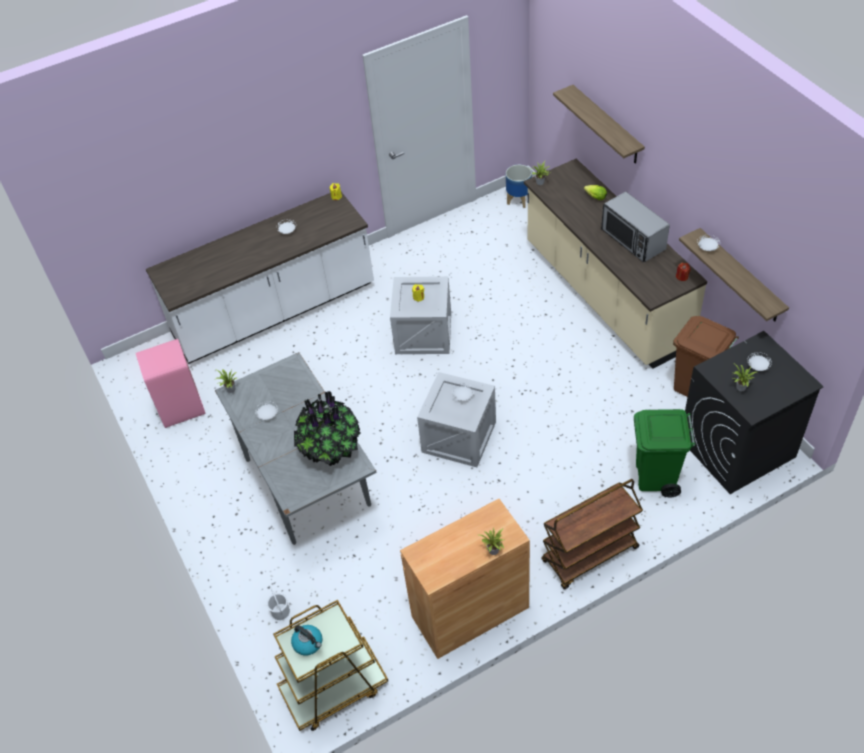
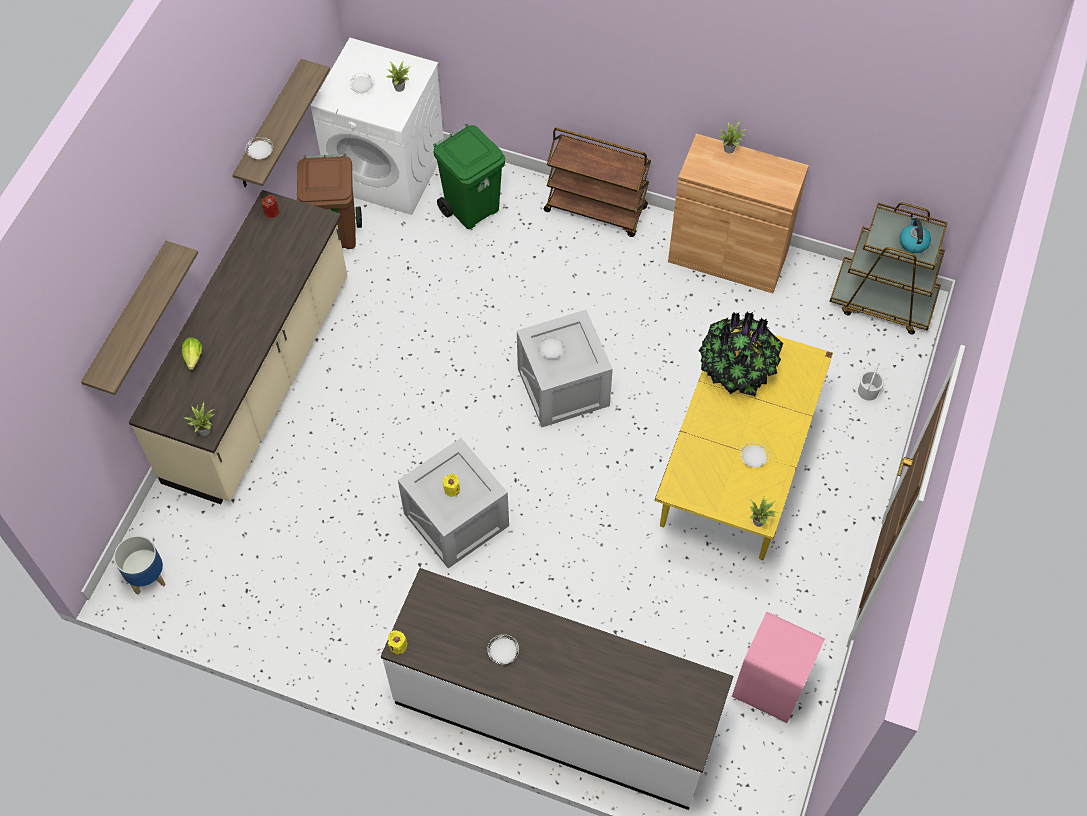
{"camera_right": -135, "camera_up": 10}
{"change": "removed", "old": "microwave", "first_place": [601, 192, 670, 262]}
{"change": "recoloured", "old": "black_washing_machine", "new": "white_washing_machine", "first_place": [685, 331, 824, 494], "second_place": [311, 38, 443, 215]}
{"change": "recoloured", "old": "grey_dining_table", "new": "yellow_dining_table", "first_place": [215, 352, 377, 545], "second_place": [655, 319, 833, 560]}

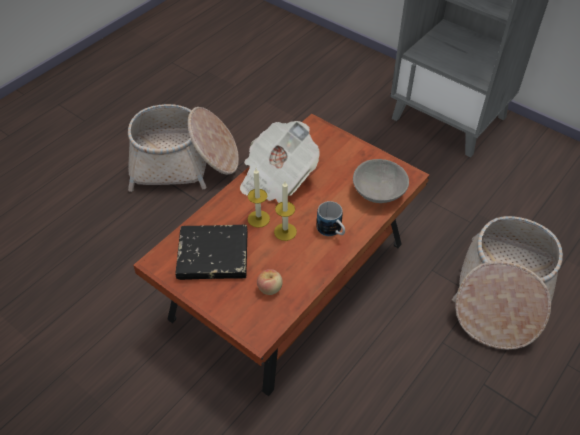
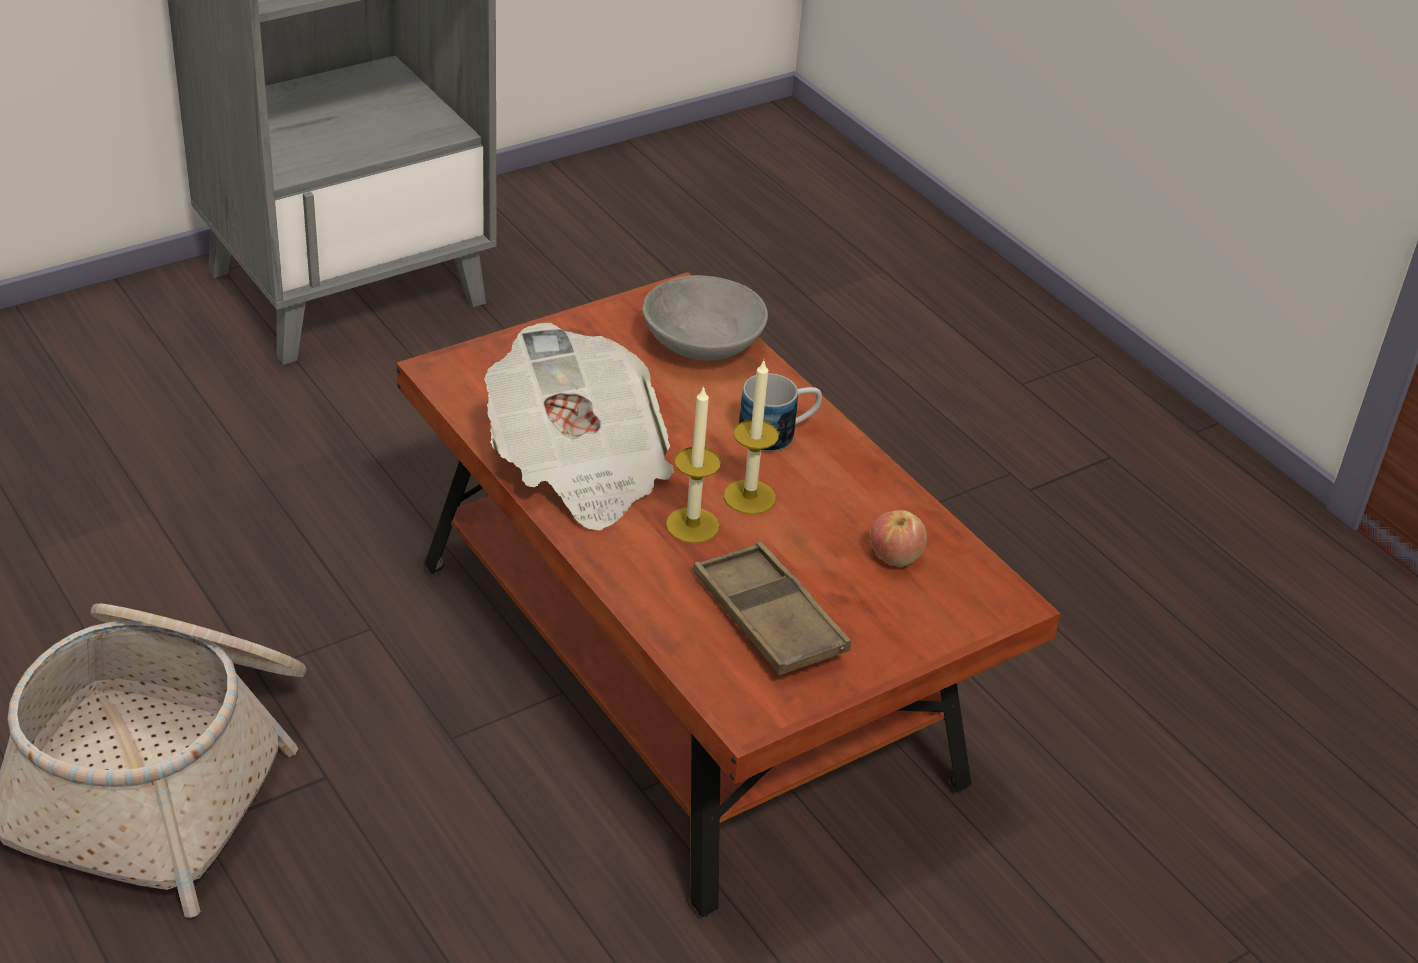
{"camera_right": -75, "camera_up": -10}
{"change": "removed", "old": "basket", "first_place": [452, 216, 563, 350]}
{"change": "replaced", "old": "black_book", "new": "brown_tray", "first_place": [175, 225, 248, 280], "second_place": [694, 542, 851, 675]}

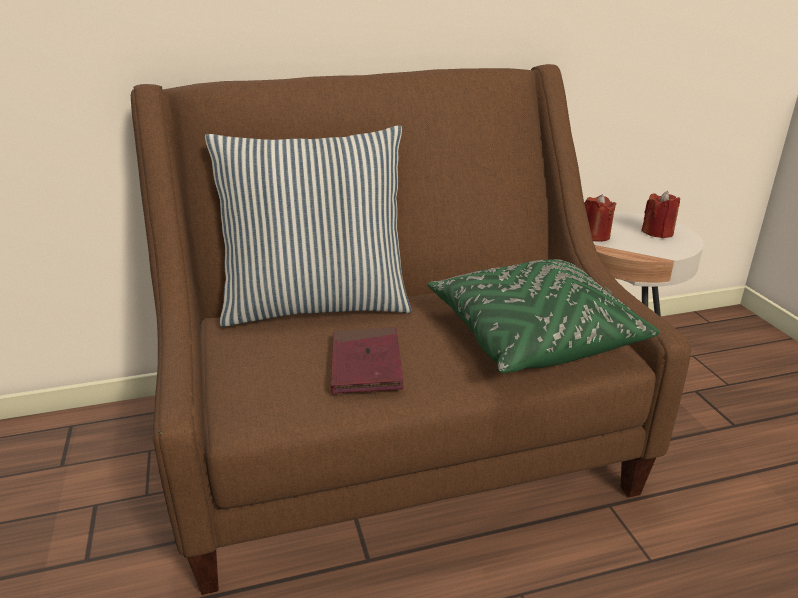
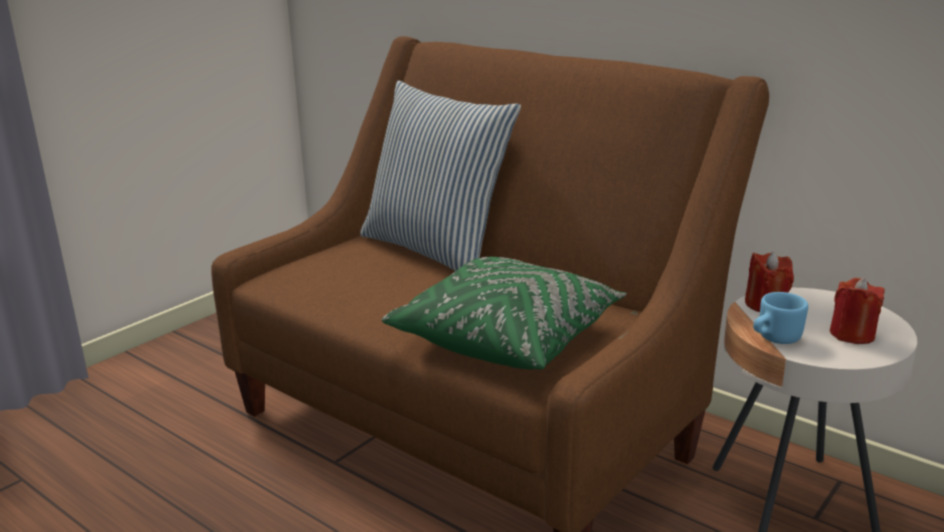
{"camera_right": 55, "camera_up": -5}
{"change": "removed", "old": "red_book", "first_place": [331, 327, 404, 394]}
{"change": "added", "new": "blue_mug", "second_place": [753, 292, 808, 344]}

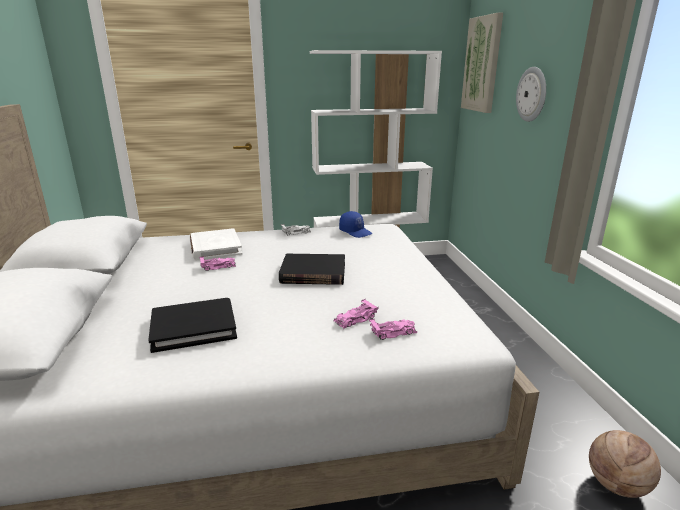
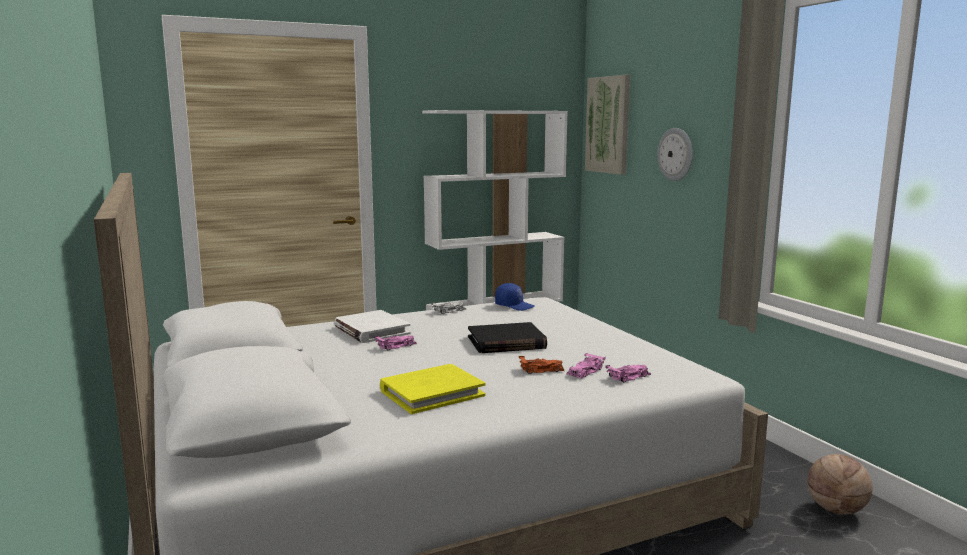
{"camera_right": -15, "camera_up": -10}
{"change": "recoloured", "old": "black_book", "new": "yellow_book", "first_place": [148, 298, 237, 353], "second_place": [380, 364, 485, 414]}
{"change": "added", "new": "orange_toy_car", "second_place": [519, 356, 564, 374]}

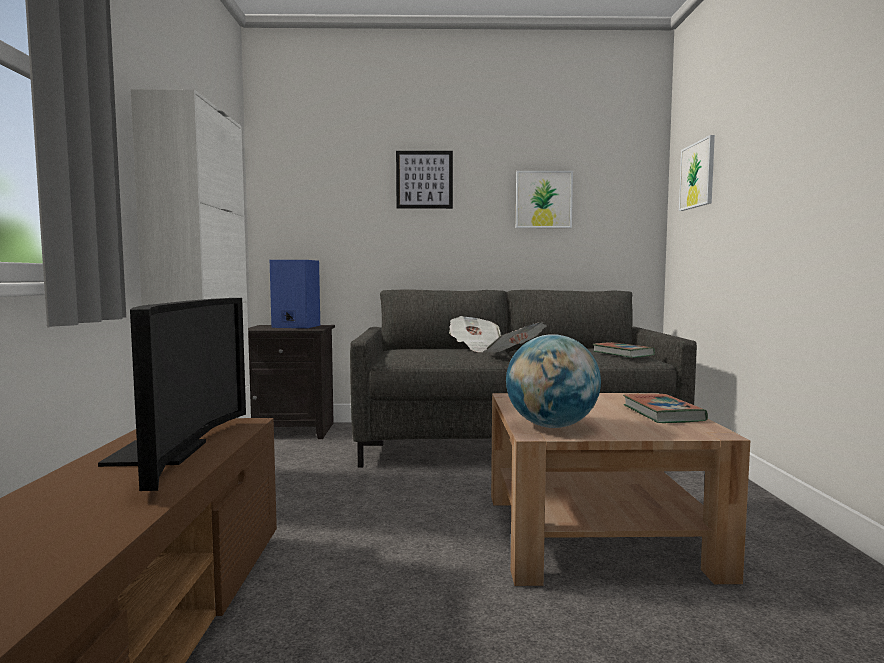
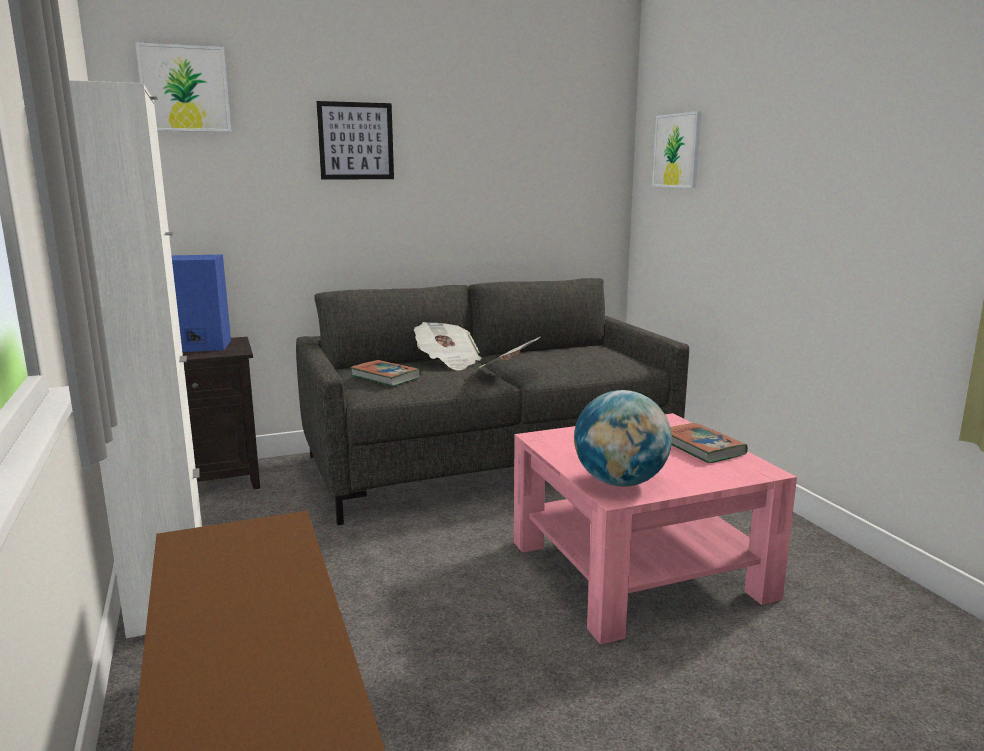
{"camera_right": -20, "camera_up": 10}
{"change": "moved", "old": "picture", "first_place": [516, 171, 573, 228], "second_place": [135, 42, 231, 132]}
{"change": "removed", "old": "television", "first_place": [98, 298, 246, 491]}
{"change": "moved", "old": "book", "first_place": [593, 342, 655, 358], "second_place": [350, 360, 421, 386]}
{"change": "recoloured", "old": "brown_coffee_table", "new": "pink_coffee_table", "first_place": [491, 393, 750, 586], "second_place": [514, 413, 797, 645]}

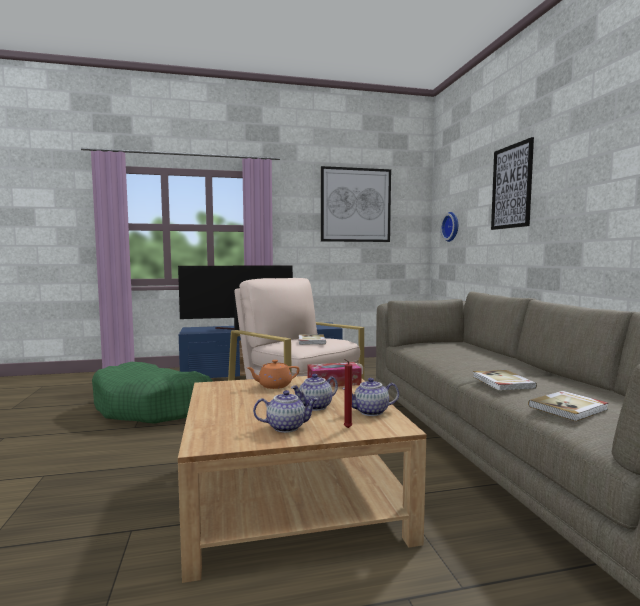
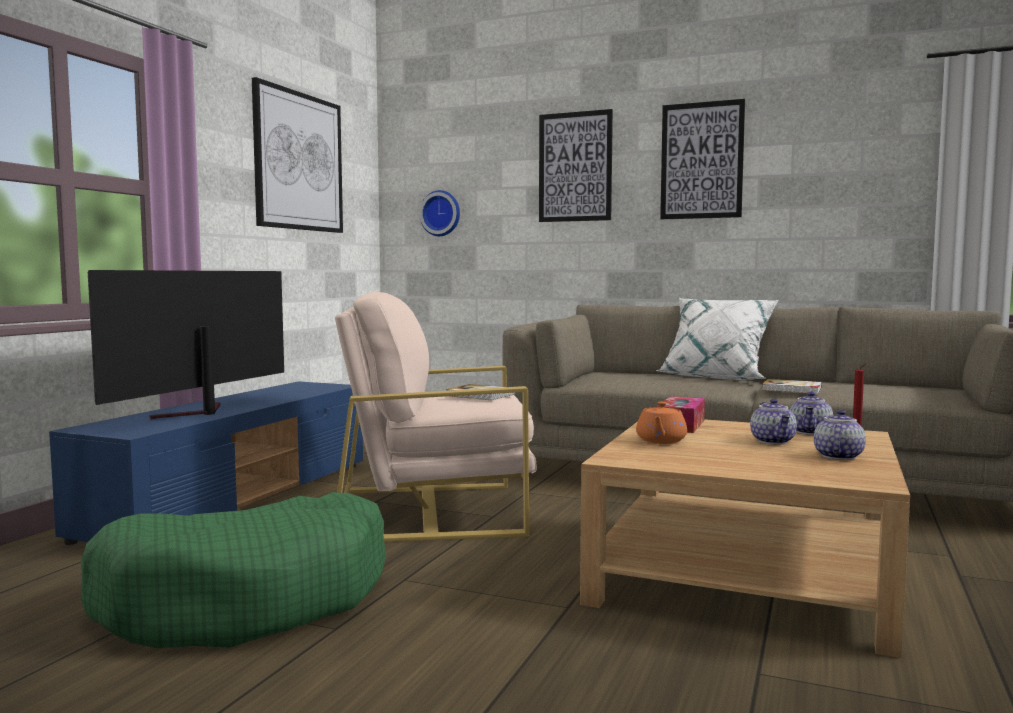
{"camera_right": -55, "camera_up": 0}
{"change": "removed", "old": "book", "first_place": [528, 391, 608, 421]}
{"change": "added", "new": "picture", "second_place": [660, 99, 745, 219]}
{"change": "added", "new": "white_pillow", "second_place": [656, 298, 779, 380]}

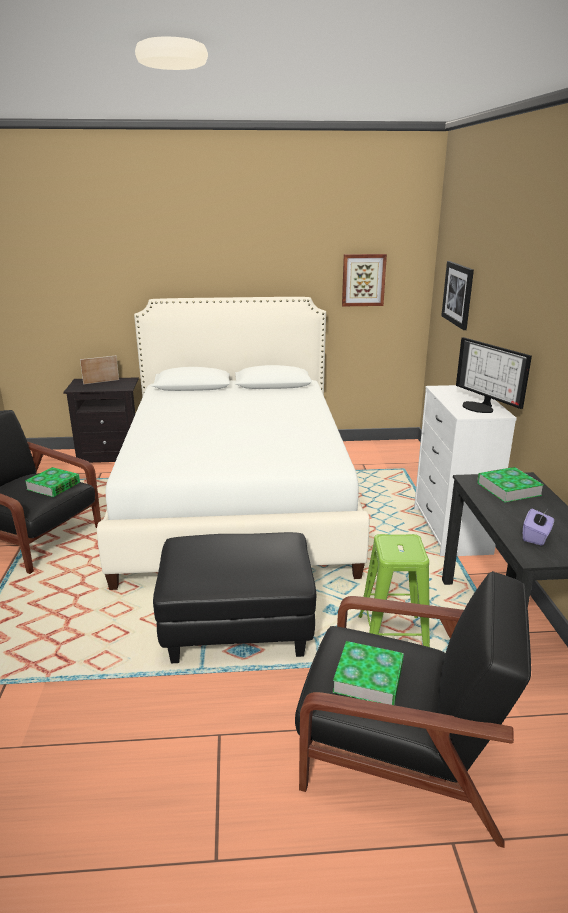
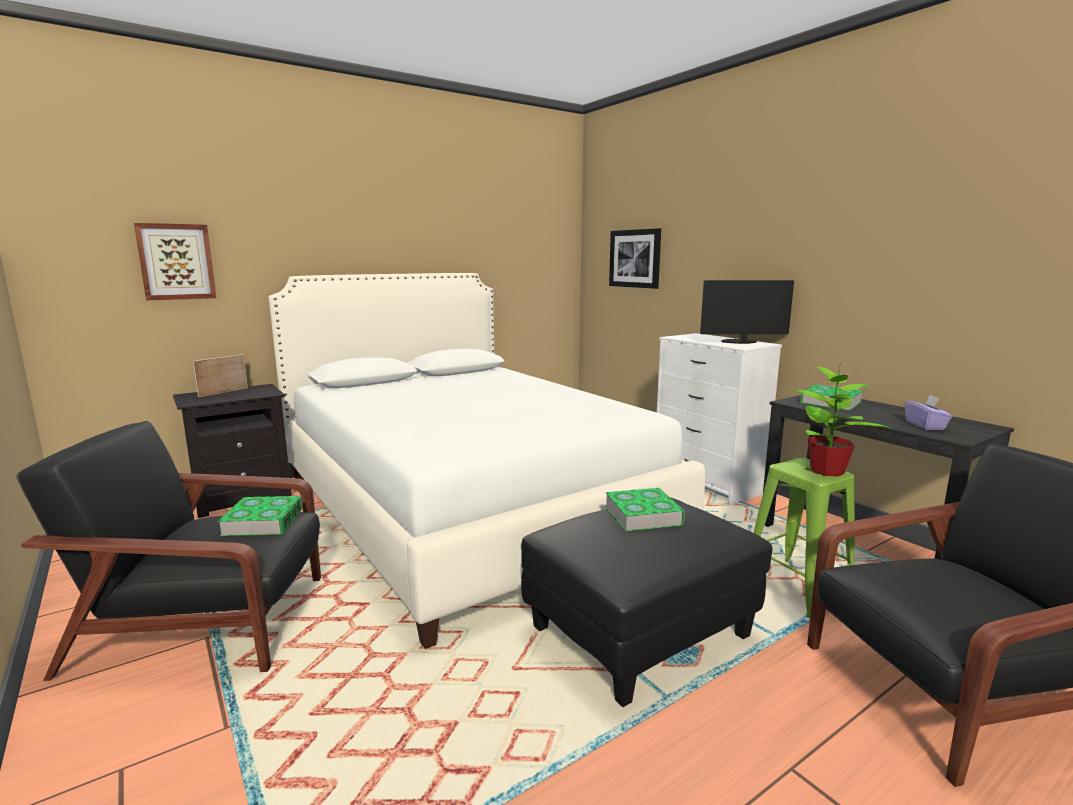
{"camera_right": -30, "camera_up": -10}
{"change": "moved", "old": "picture", "first_place": [342, 254, 387, 306], "second_place": [134, 223, 216, 300]}
{"change": "turned", "old": "monitor", "first_place": [456, 337, 532, 413], "second_place": [700, 280, 794, 344], "degrees": 150}
{"change": "moved", "old": "book", "first_place": [333, 641, 404, 705], "second_place": [605, 488, 685, 532]}
{"change": "added", "new": "potted_plant", "second_place": [793, 367, 892, 477]}

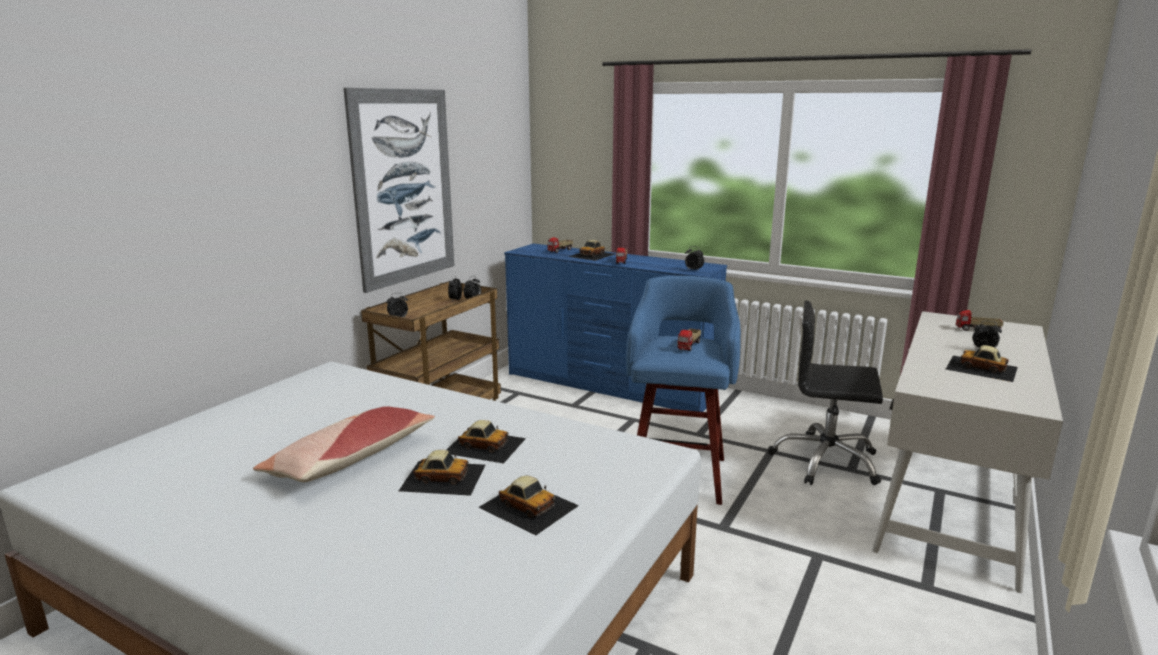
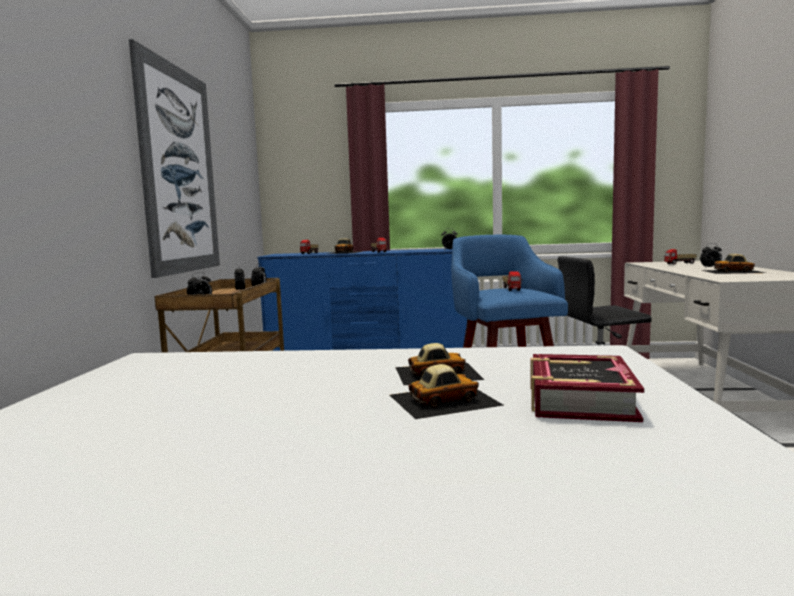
{"camera_right": -25, "camera_up": -10}
{"change": "removed", "old": "pillow", "first_place": [253, 406, 435, 482]}
{"change": "replaced", "old": "toy_car", "new": "book", "first_place": [478, 476, 579, 535], "second_place": [531, 354, 644, 422]}

